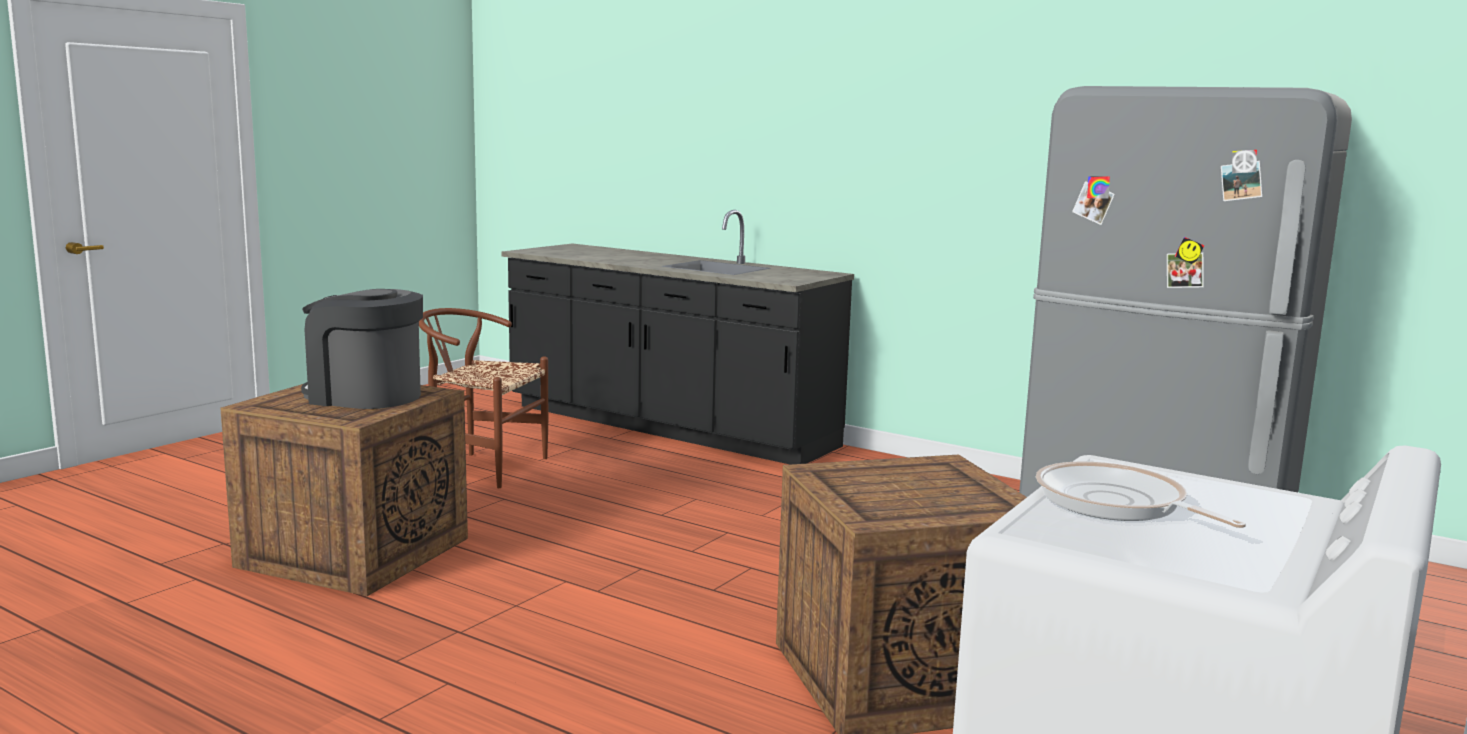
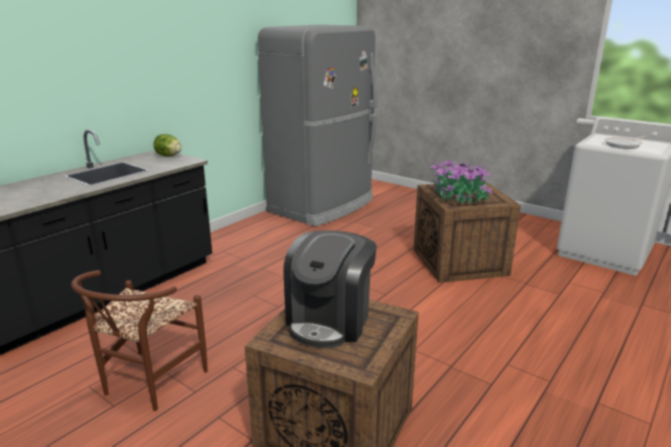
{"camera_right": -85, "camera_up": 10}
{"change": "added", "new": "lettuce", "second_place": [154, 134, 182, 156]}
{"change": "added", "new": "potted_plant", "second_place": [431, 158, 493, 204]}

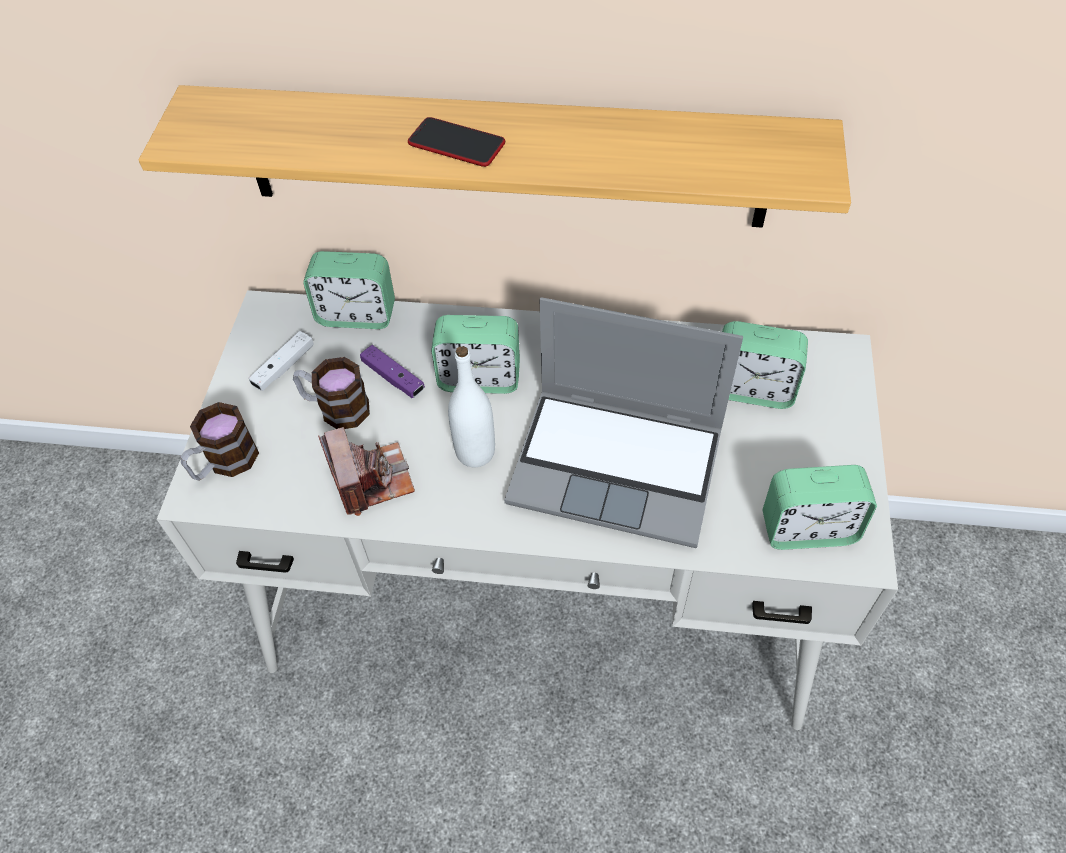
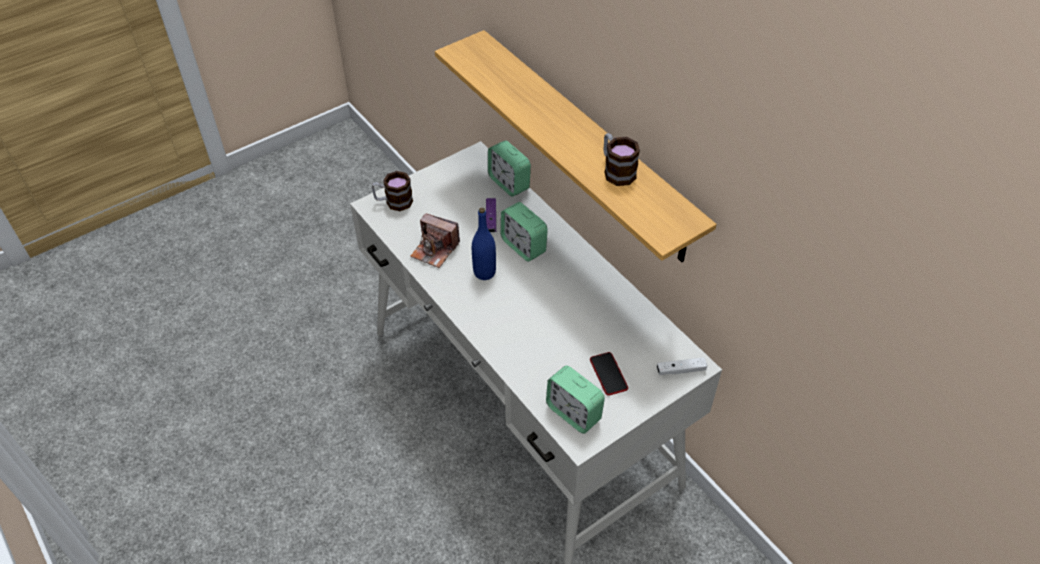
{"camera_right": 45, "camera_up": -5}
{"change": "moved", "old": "phone", "first_place": [408, 117, 505, 167], "second_place": [590, 352, 628, 396]}
{"change": "removed", "old": "laptop", "first_place": [504, 297, 743, 548]}
{"change": "removed", "old": "alarm_clock", "first_place": [722, 321, 808, 409]}
{"change": "moved", "old": "white_game_controller", "first_place": [249, 331, 314, 391], "second_place": [657, 357, 707, 375]}
{"change": "recoloured", "old": "white_bottle", "new": "blue_bottle", "first_place": [448, 346, 495, 467], "second_place": [472, 208, 496, 280]}
{"change": "moved", "old": "mug", "first_place": [293, 357, 370, 429], "second_place": [604, 133, 640, 186]}
{"change": "turned", "old": "photo_camera", "first_place": [318, 427, 415, 516], "second_place": [410, 213, 460, 268], "degrees": 90}

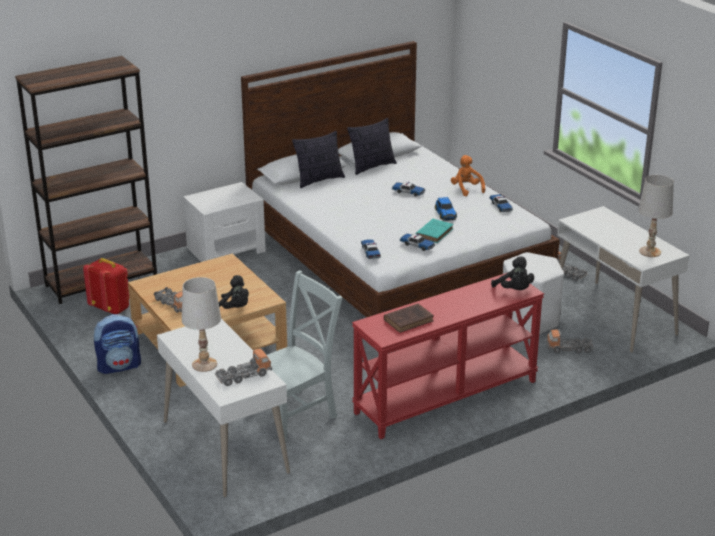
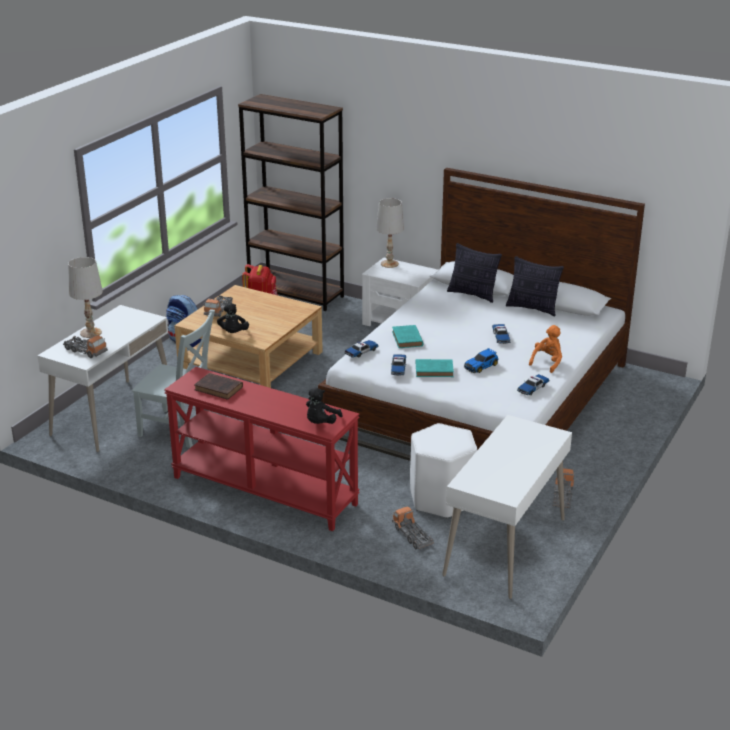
{"camera_right": 60, "camera_up": 0}
{"change": "moved", "old": "white_table_lamp", "first_place": [638, 175, 674, 257], "second_place": [376, 198, 404, 268]}
{"change": "added", "new": "turquoise_book", "second_place": [392, 325, 423, 348]}

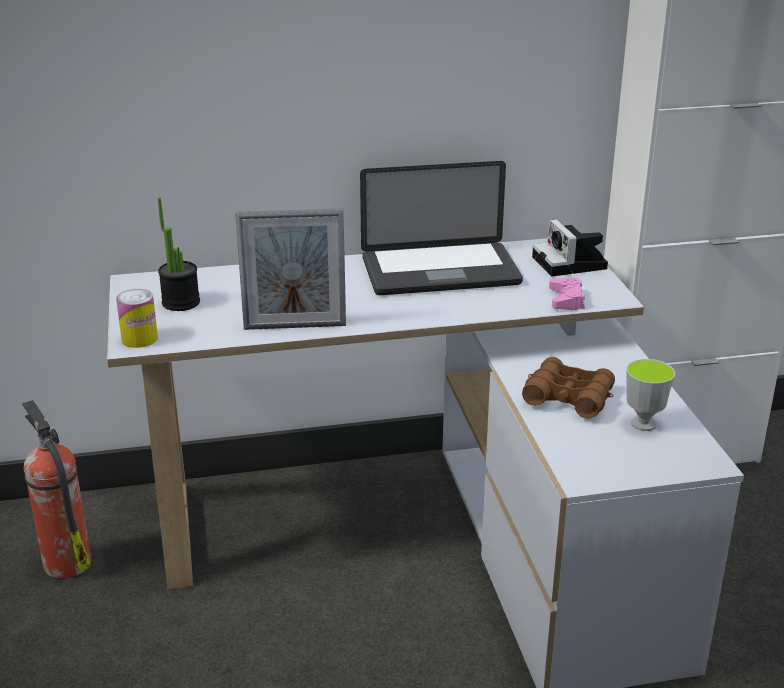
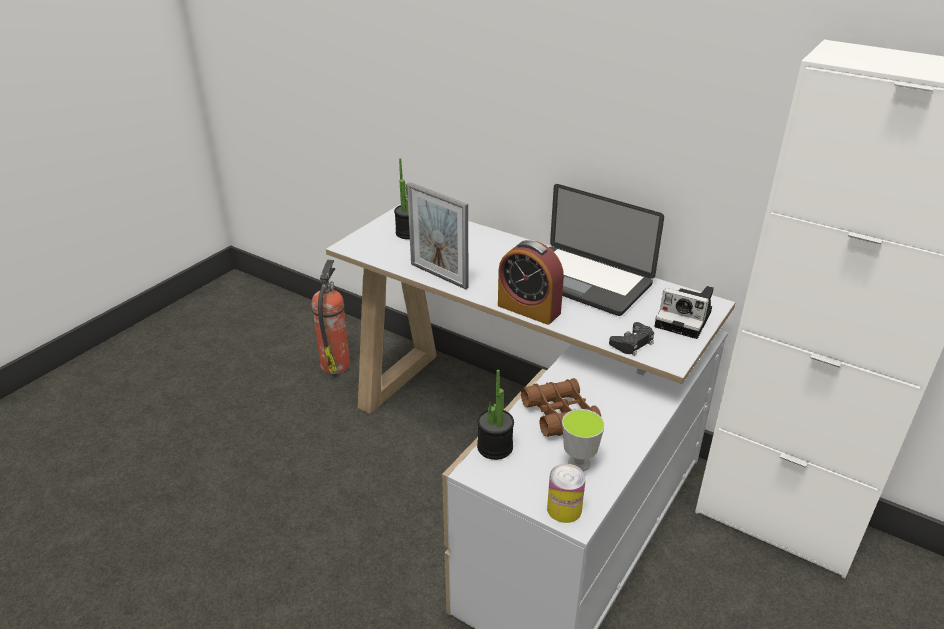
{"camera_right": 45, "camera_up": 5}
{"change": "turned", "old": "photo_camera", "first_place": [532, 219, 608, 277], "second_place": [654, 286, 714, 339], "degrees": -90}
{"change": "recoloured", "old": "pink_game_controller", "new": "black_game_controller", "first_place": [549, 277, 585, 310], "second_place": [609, 322, 654, 356]}
{"change": "moved", "old": "can", "first_place": [116, 289, 158, 348], "second_place": [547, 464, 586, 523]}
{"change": "added", "new": "alarm_clock", "second_place": [498, 240, 564, 325]}
{"change": "added", "new": "potted_plant", "second_place": [477, 370, 514, 460]}

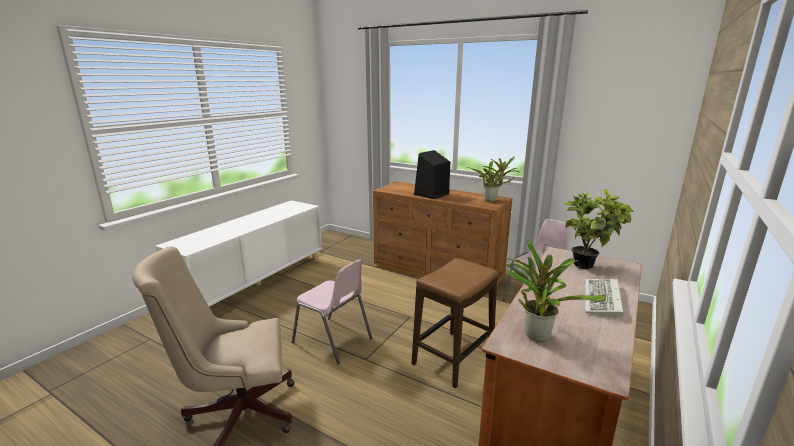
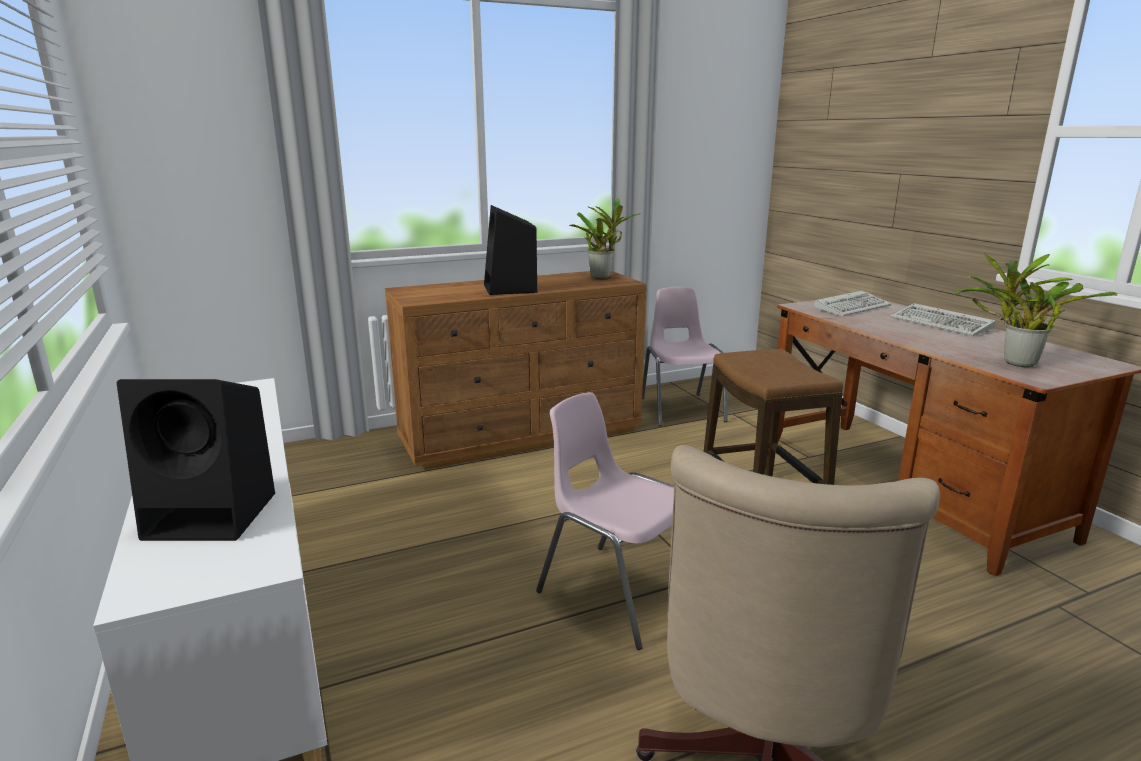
{"camera_right": -55, "camera_up": 0}
{"change": "replaced", "old": "potted_plant", "new": "keyboard", "first_place": [563, 189, 634, 270], "second_place": [814, 291, 891, 316]}
{"change": "turned", "old": "pink_chair", "first_place": [292, 259, 372, 364], "second_place": [536, 392, 674, 650], "degrees": -120}
{"change": "added", "new": "black_speaker", "second_place": [117, 379, 275, 541]}

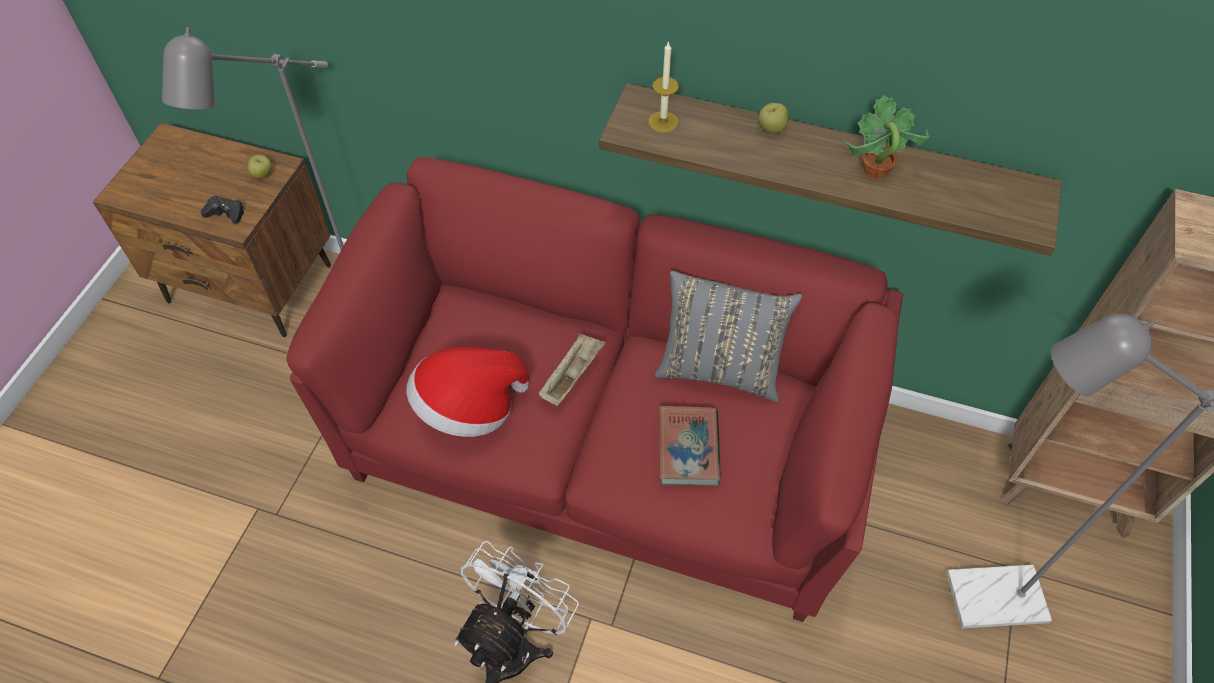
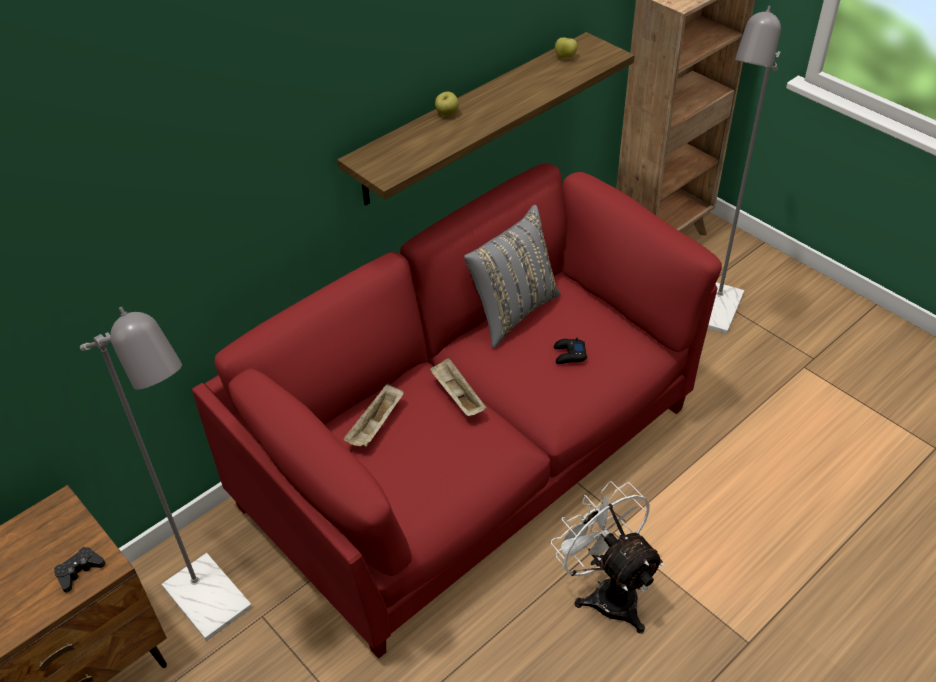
{"camera_right": -60, "camera_up": -10}
{"change": "removed", "old": "candle", "first_place": [648, 41, 679, 133]}
{"change": "removed", "old": "potted_plant", "first_place": [844, 96, 930, 179]}
{"change": "moved", "old": "apple", "first_place": [247, 155, 272, 178], "second_place": [555, 37, 577, 58]}
{"change": "removed", "old": "hat", "first_place": [406, 347, 529, 437]}
{"change": "replaced", "old": "book", "new": "black_game_controller", "first_place": [659, 406, 721, 486], "second_place": [554, 337, 587, 364]}
{"change": "added", "new": "beige_tray", "second_place": [343, 384, 404, 447]}

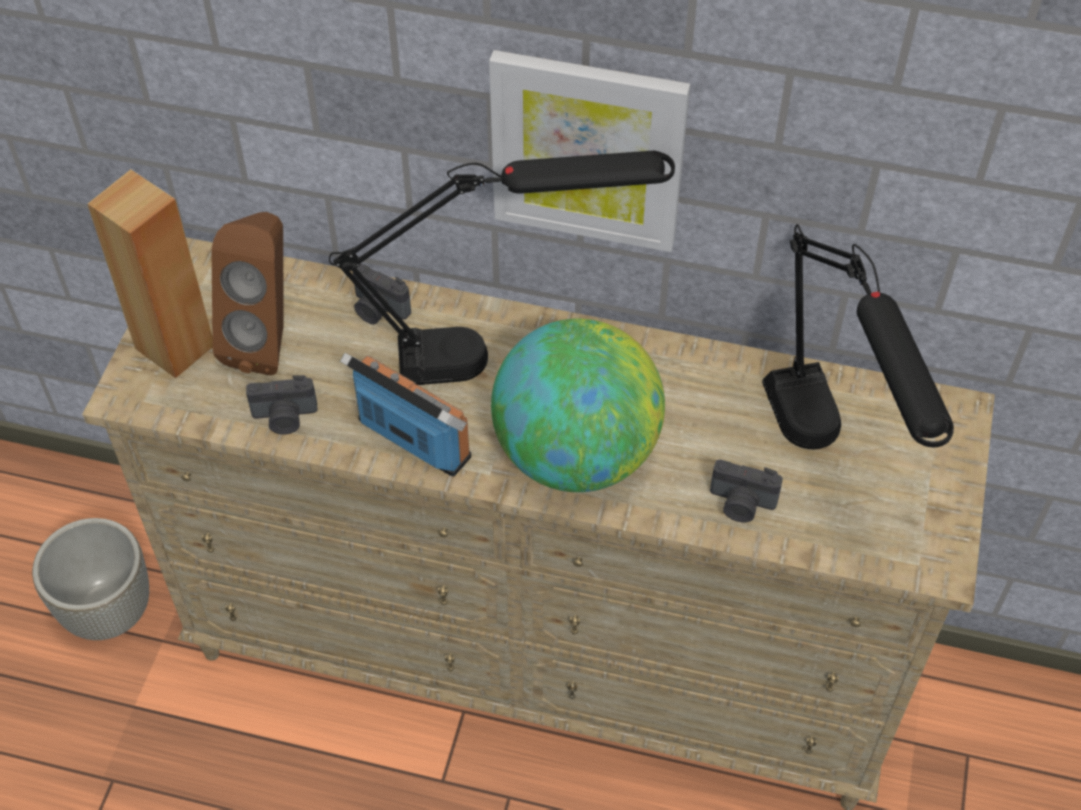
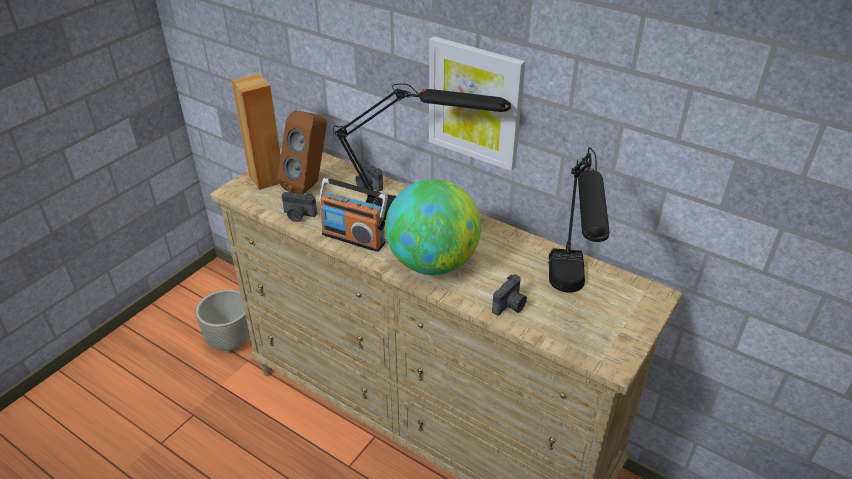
{"camera_right": 20, "camera_up": -15}
{"change": "turned", "old": "radio", "first_place": [340, 353, 471, 477], "second_place": [319, 178, 388, 252], "degrees": 150}
{"change": "turned", "old": "photo_camera", "first_place": [710, 459, 783, 522], "second_place": [492, 274, 527, 315], "degrees": -90}

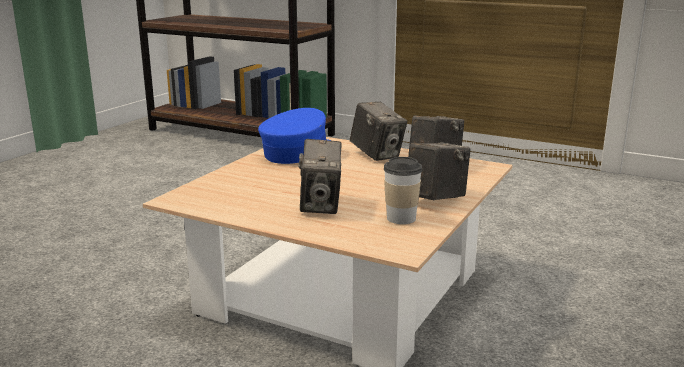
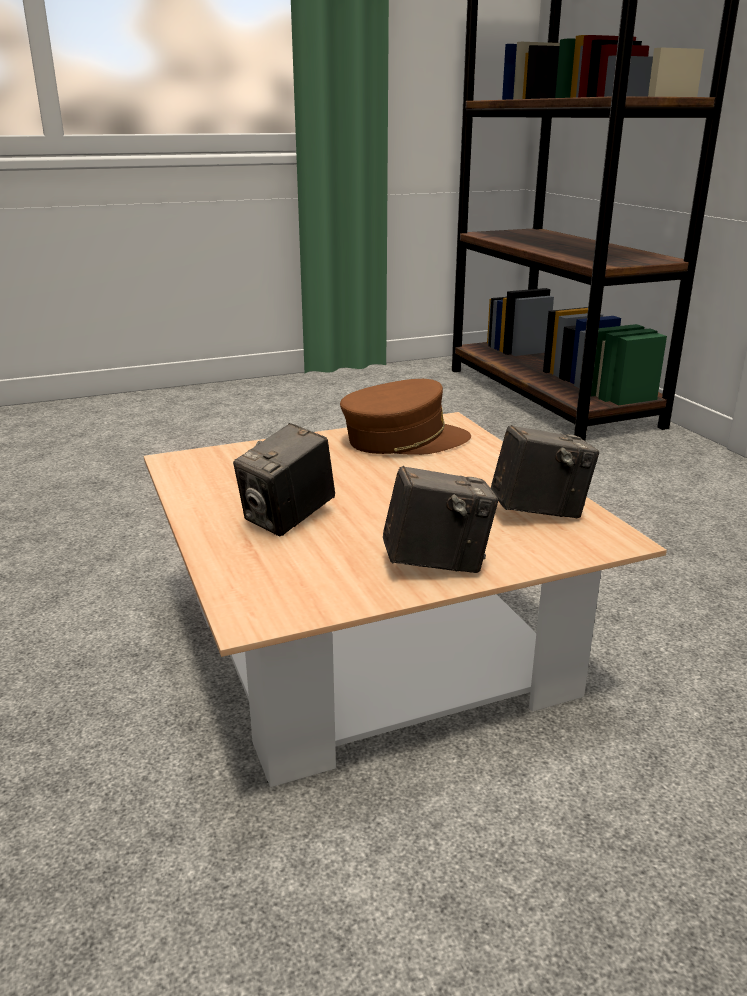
{"camera_right": 40, "camera_up": 5}
{"change": "removed", "old": "photo_camera", "first_place": [350, 102, 407, 161]}
{"change": "recoloured", "old": "blue_cap", "new": "brown_cap", "first_place": [258, 108, 332, 164], "second_place": [340, 379, 471, 455]}
{"change": "removed", "old": "cup", "first_place": [384, 157, 422, 224]}

